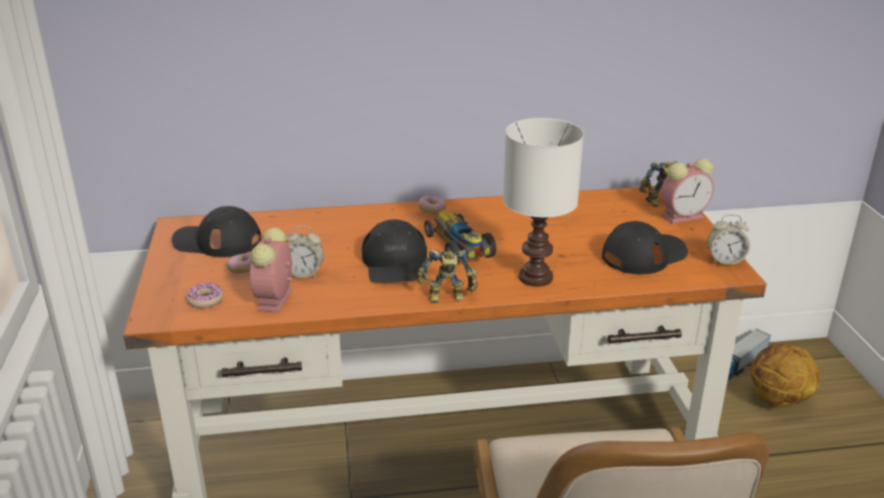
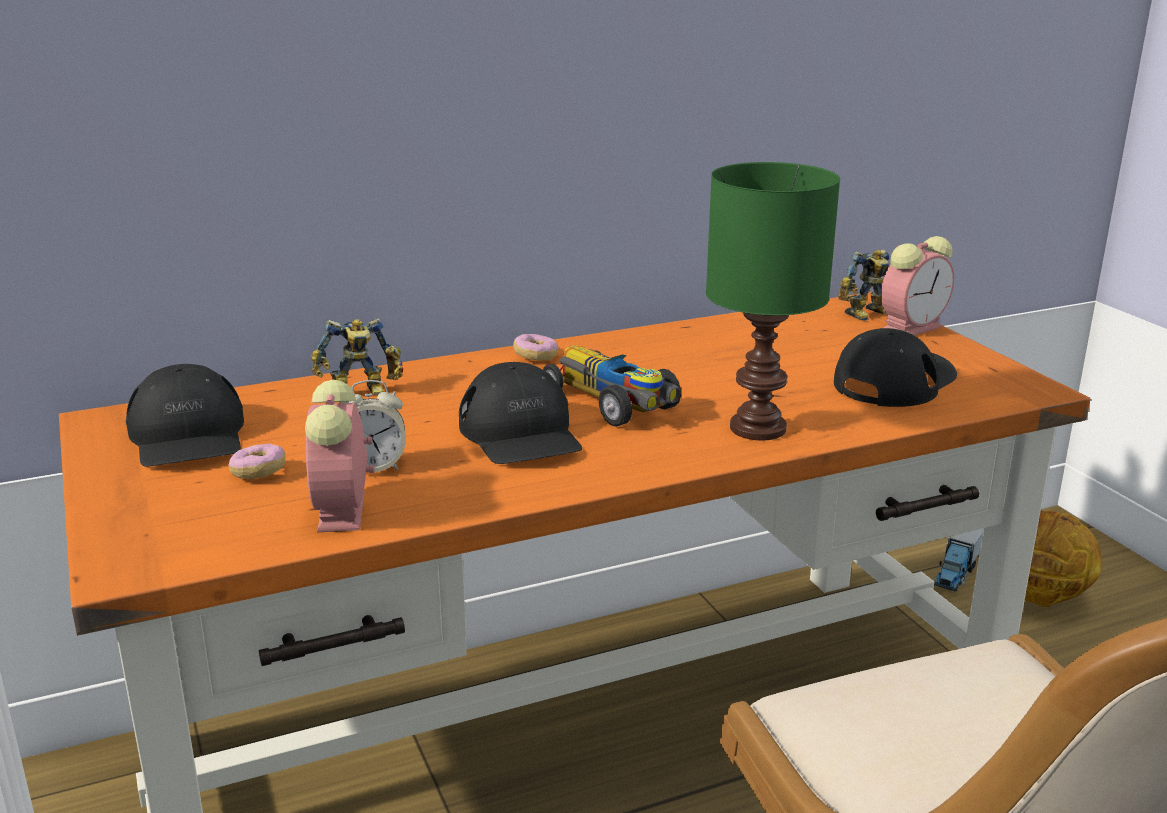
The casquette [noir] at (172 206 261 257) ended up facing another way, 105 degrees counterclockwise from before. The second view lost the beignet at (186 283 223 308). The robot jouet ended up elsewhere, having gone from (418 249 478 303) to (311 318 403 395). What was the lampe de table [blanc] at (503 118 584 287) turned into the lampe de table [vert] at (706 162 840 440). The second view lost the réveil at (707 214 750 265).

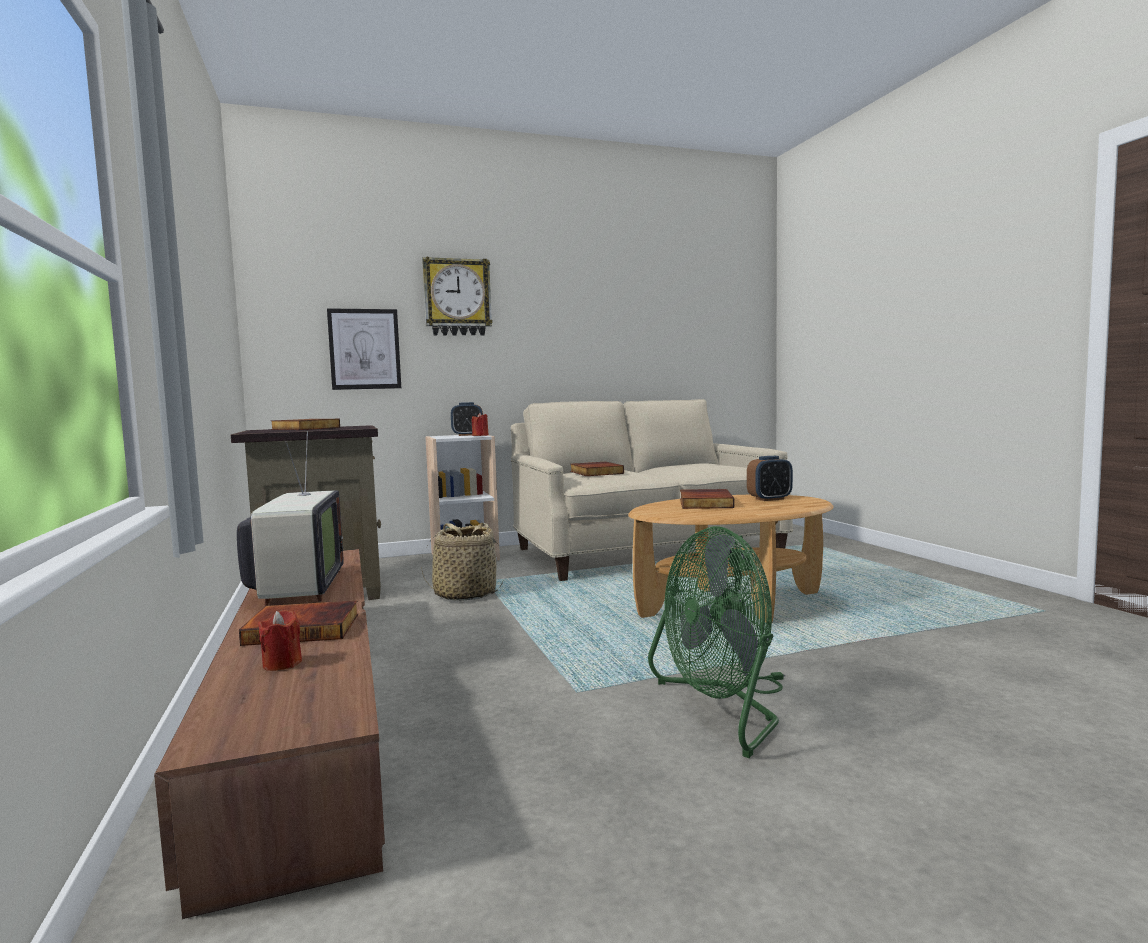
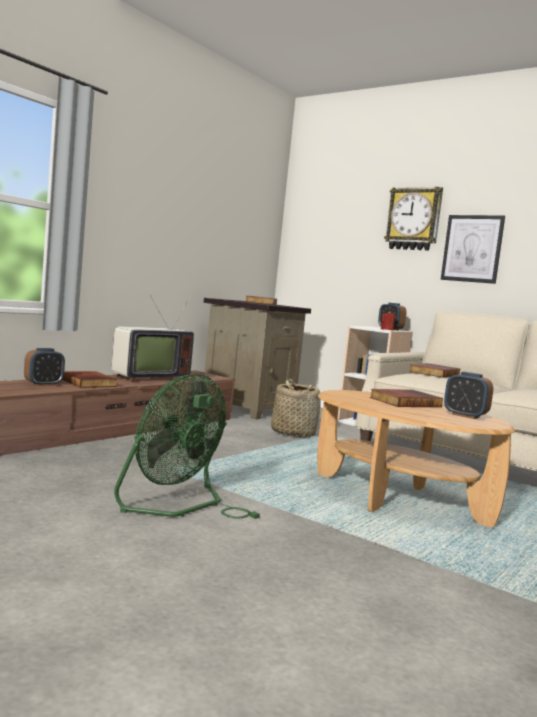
Where the bougie [rouge] stood at (258 610 302 671), the réveil came to stand at (24 348 65 386). The tableau ended up elsewhere, having gone from (327 308 401 390) to (441 215 505 284).

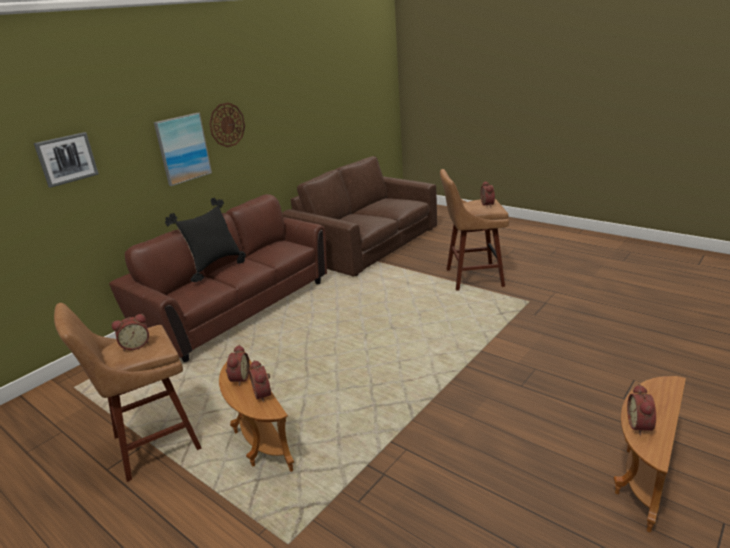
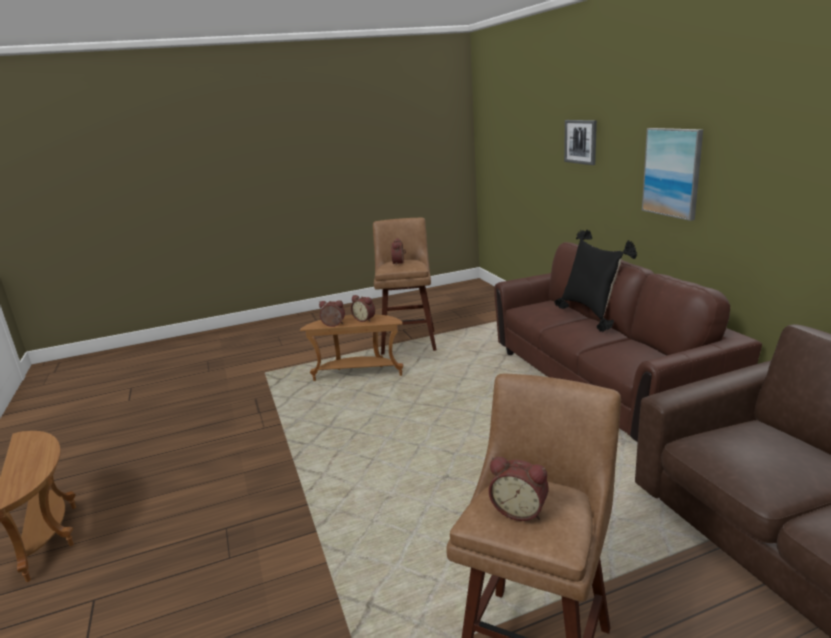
The second view lost the horloge murale at (209 102 245 147). The second view lost the réveil at (627 384 656 436).

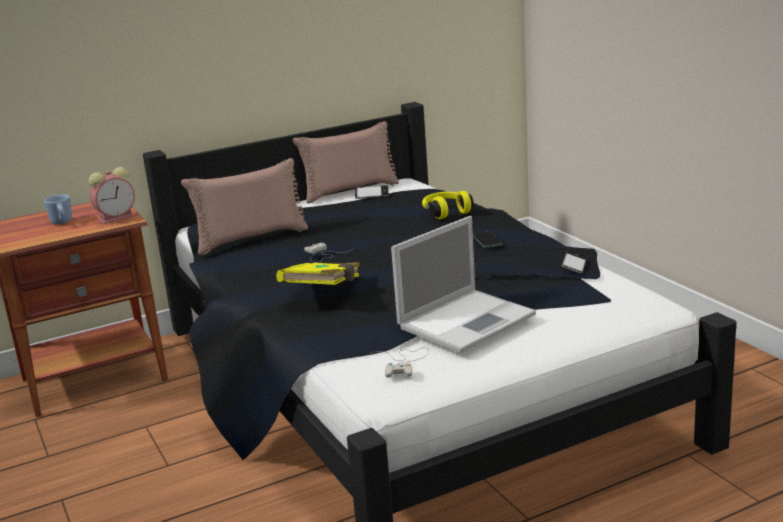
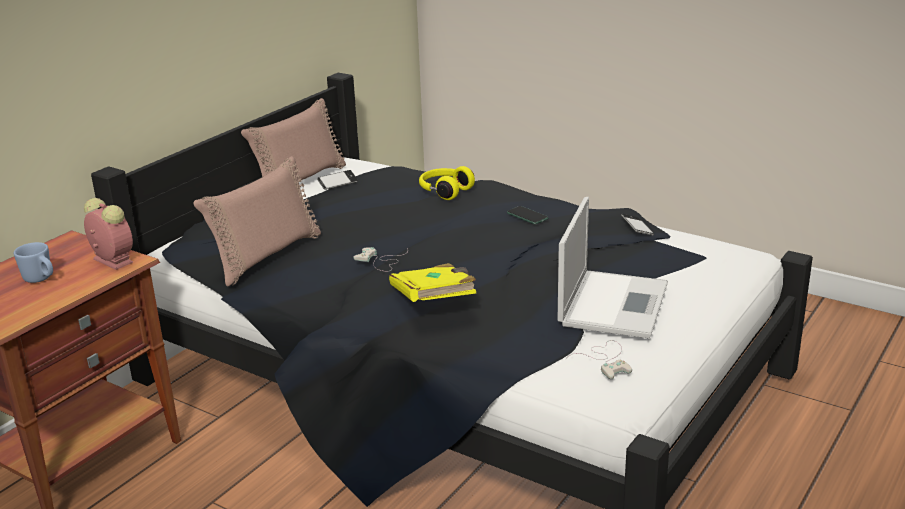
The réveil at (88 167 135 224) ended up facing another way, 75 degrees counterclockwise from before.

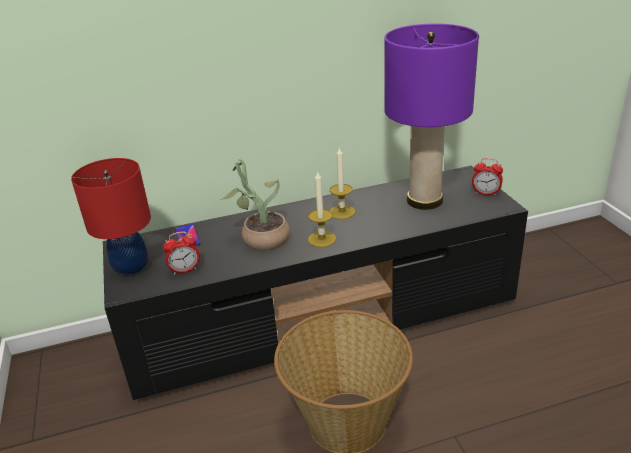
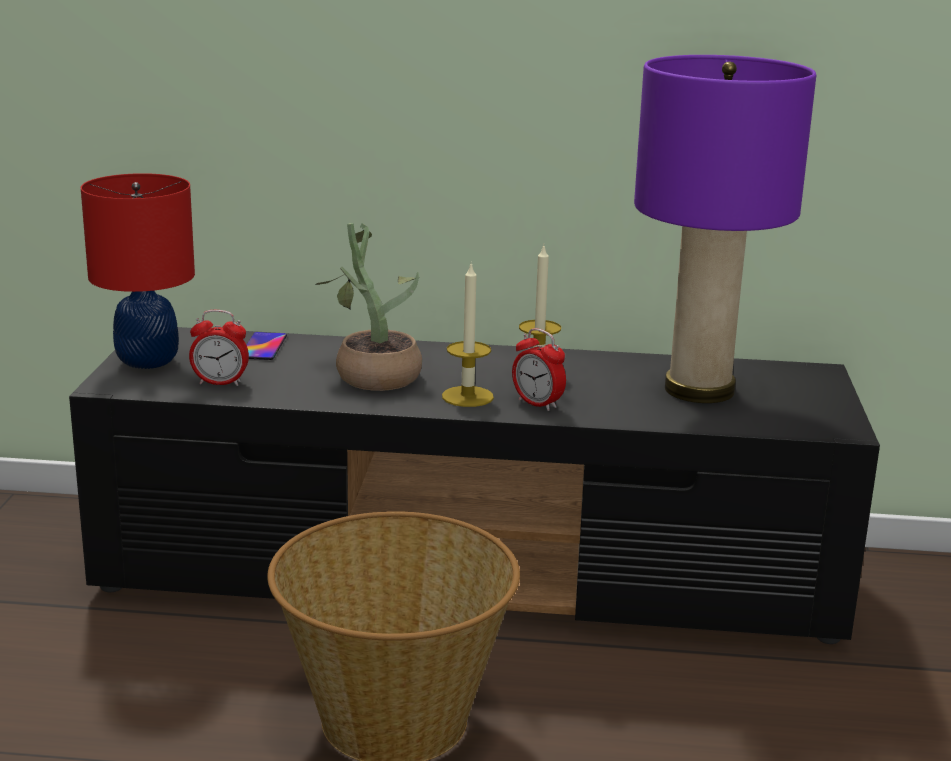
The réveil ended up elsewhere, having gone from (472 158 503 196) to (512 328 566 411).

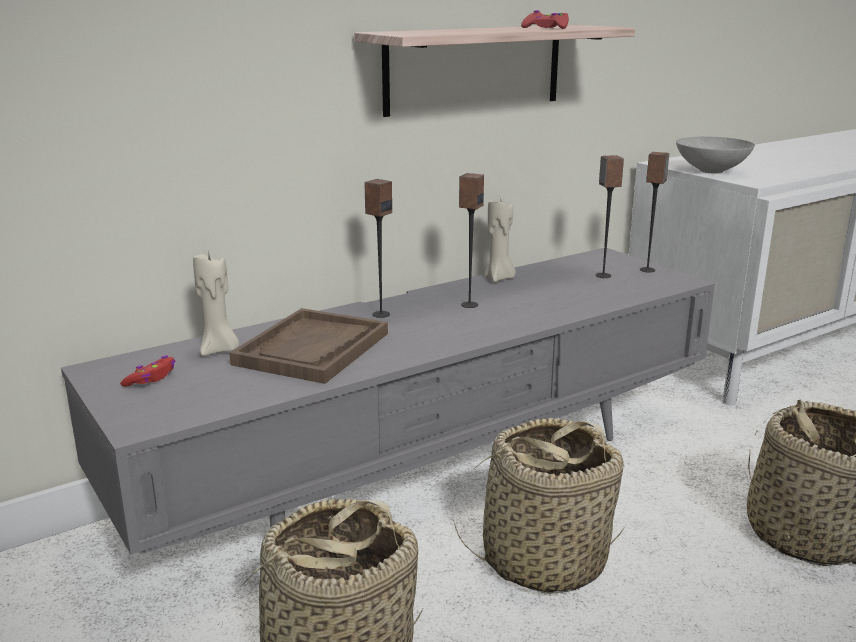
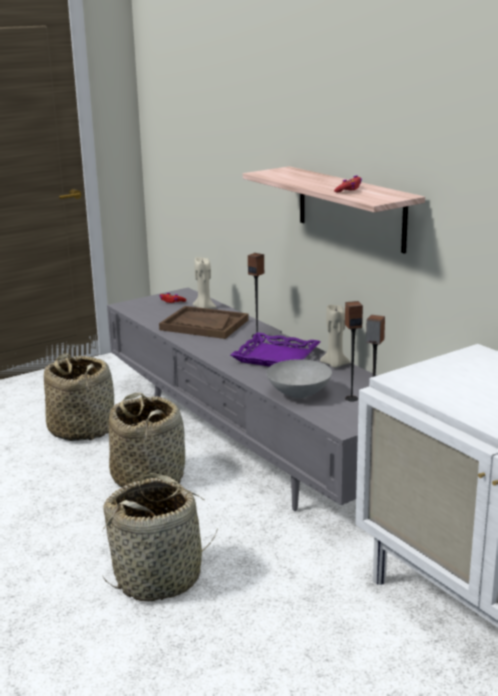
Where the enceinte stood at (459 173 484 308), the plateau [violet] came to stand at (231 332 321 366). The bol [gris] ended up elsewhere, having gone from (676 137 755 173) to (266 359 332 399).

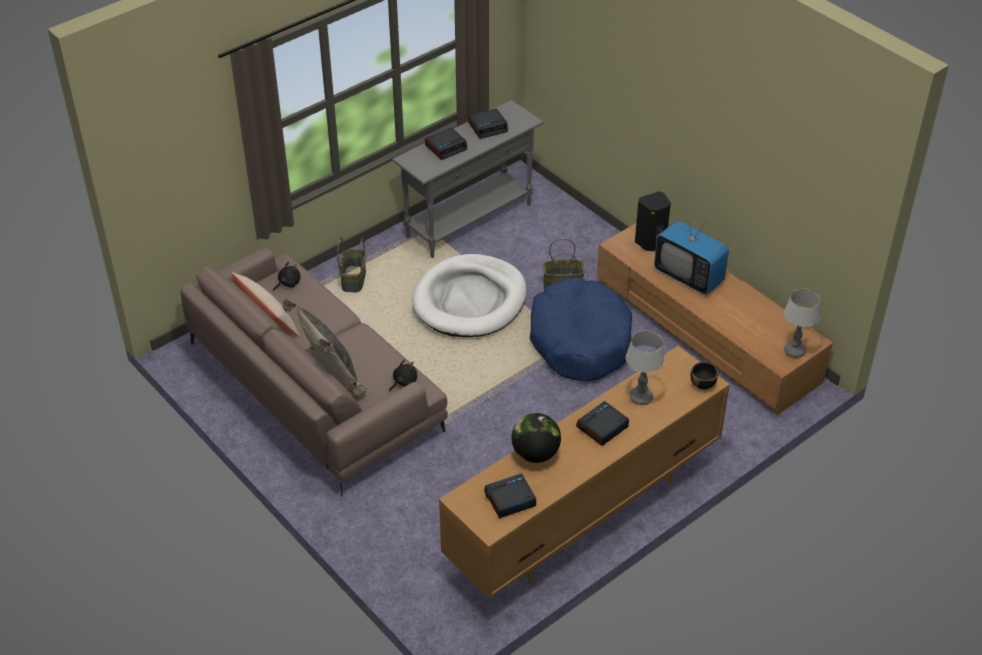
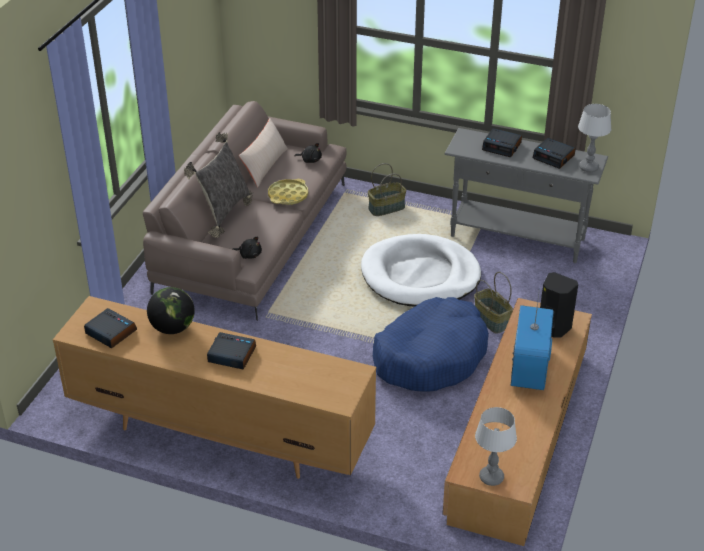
The lampe de table ended up elsewhere, having gone from (626 331 665 405) to (578 104 611 172). The second view lost the bol [noir] at (691 362 718 390). The second view gained the plateau [jaune] at (268 179 308 205).

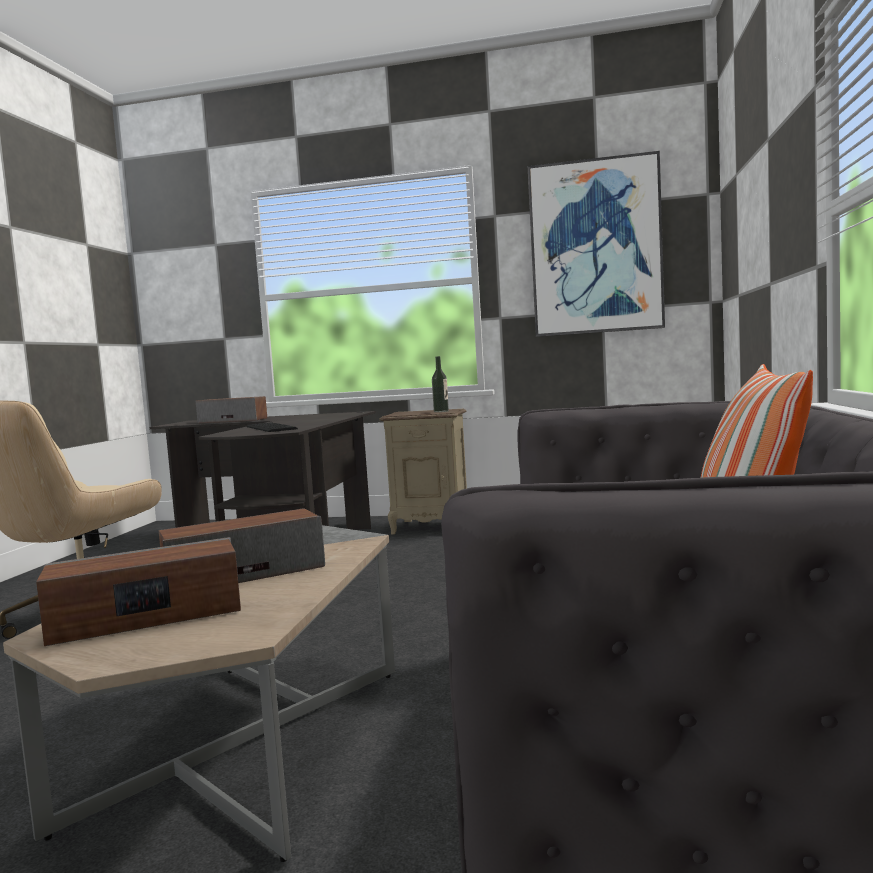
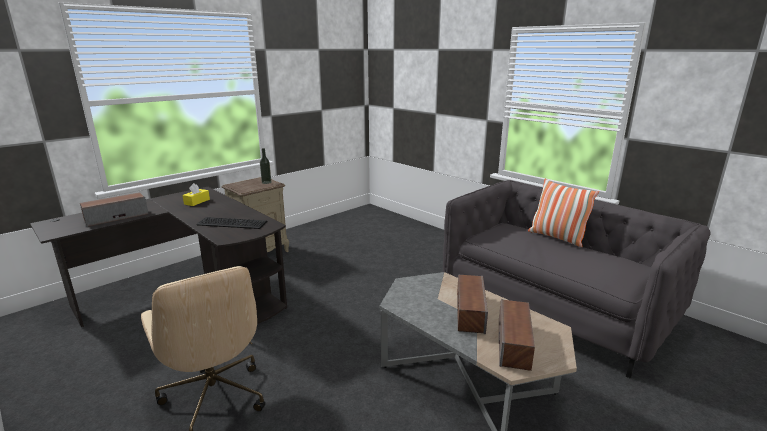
The second view lost the tableau at (528 151 665 337). The second view gained the boîte à mouchoirs [jaune] at (183 183 210 206).

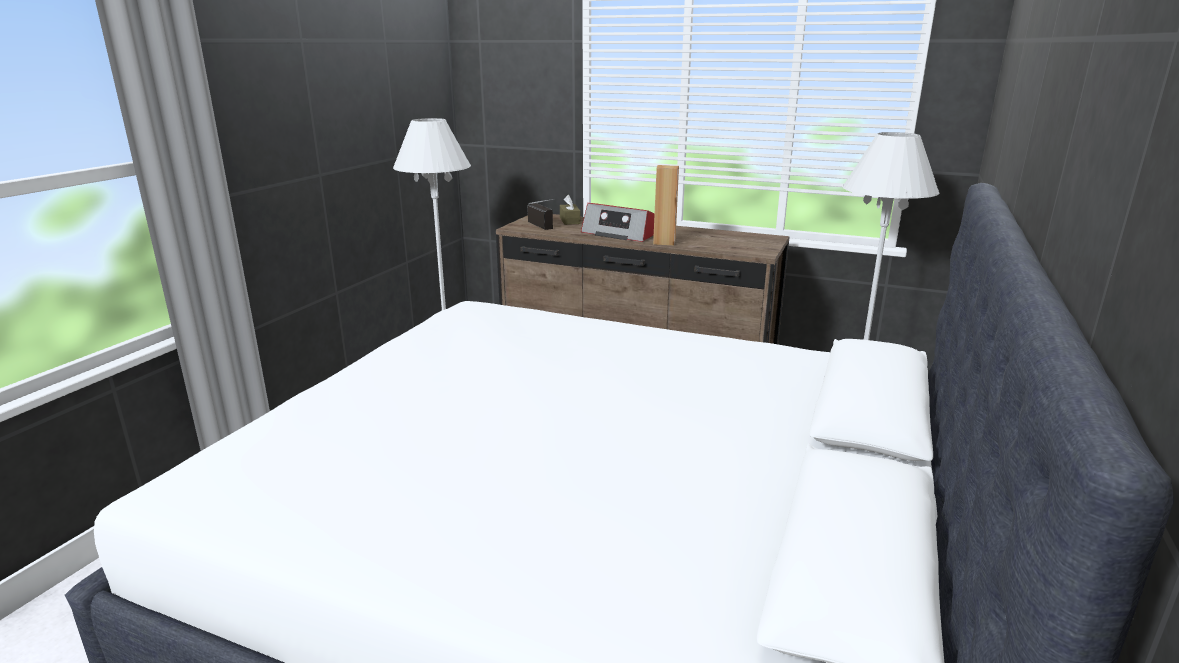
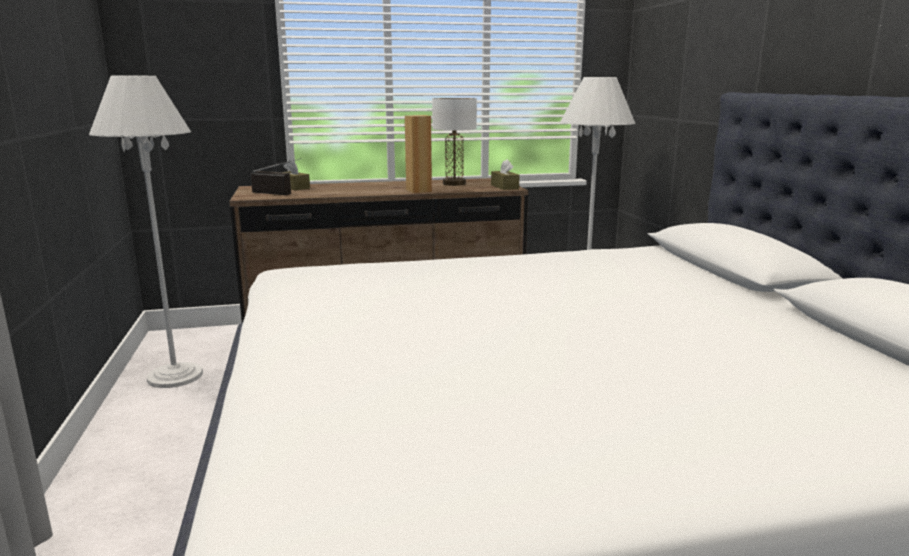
The second view lost the radio at (581 203 655 242). The second view gained the lampe de table at (432 98 477 186). The second view gained the boîte à mouchoirs [marron] at (491 159 520 190).

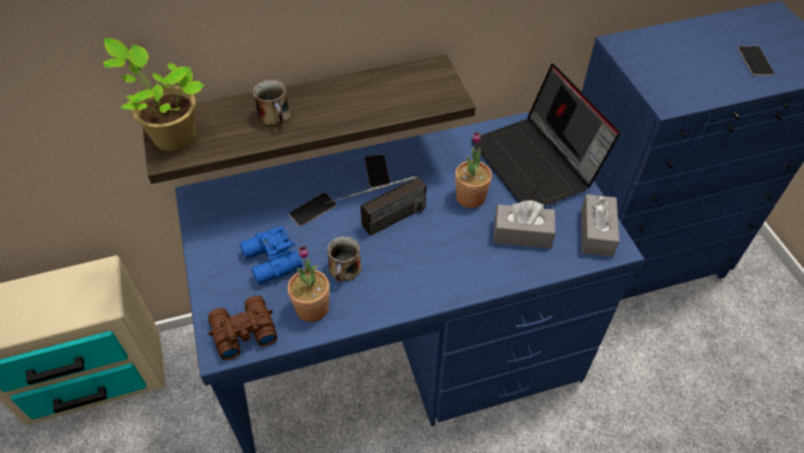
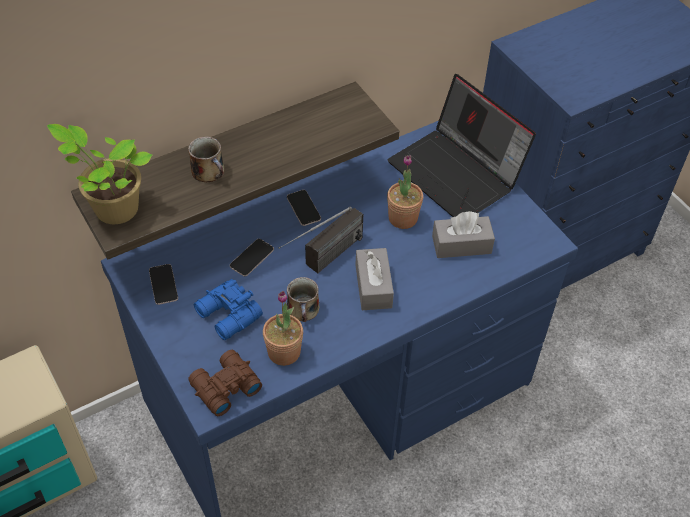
The boîte à mouchoirs [gris] ended up elsewhere, having gone from (581 194 620 257) to (355 248 394 310). The téléphone ended up elsewhere, having gone from (738 46 774 76) to (149 264 178 305).

